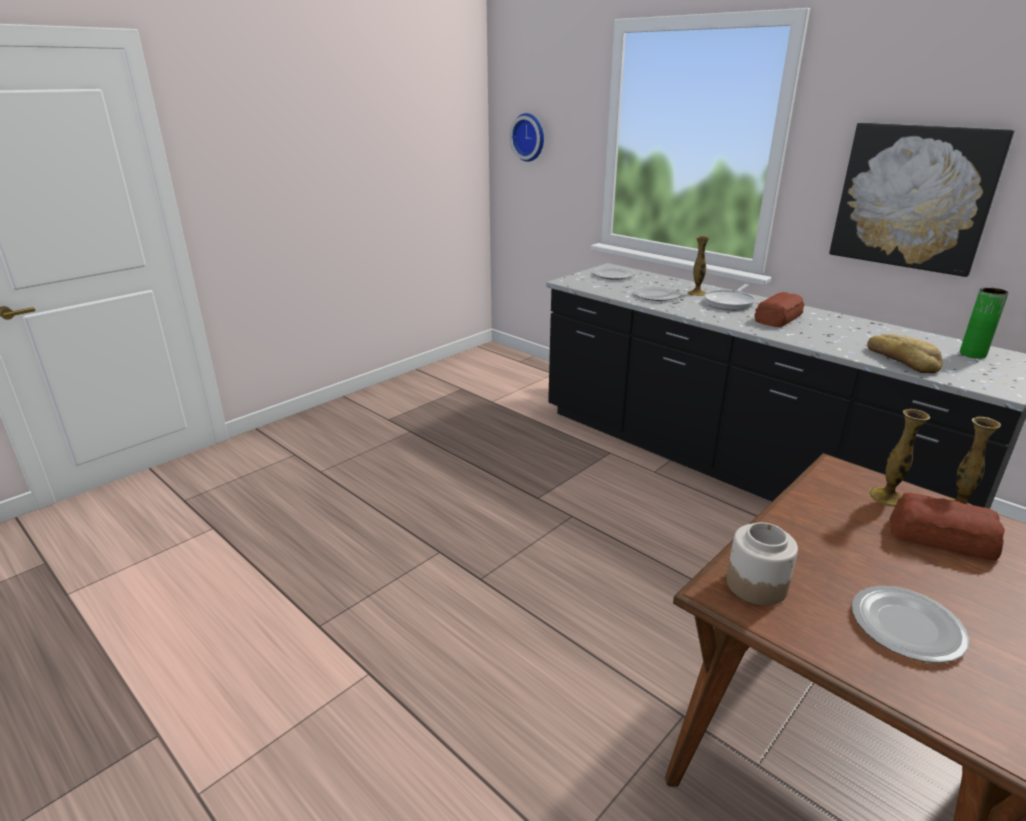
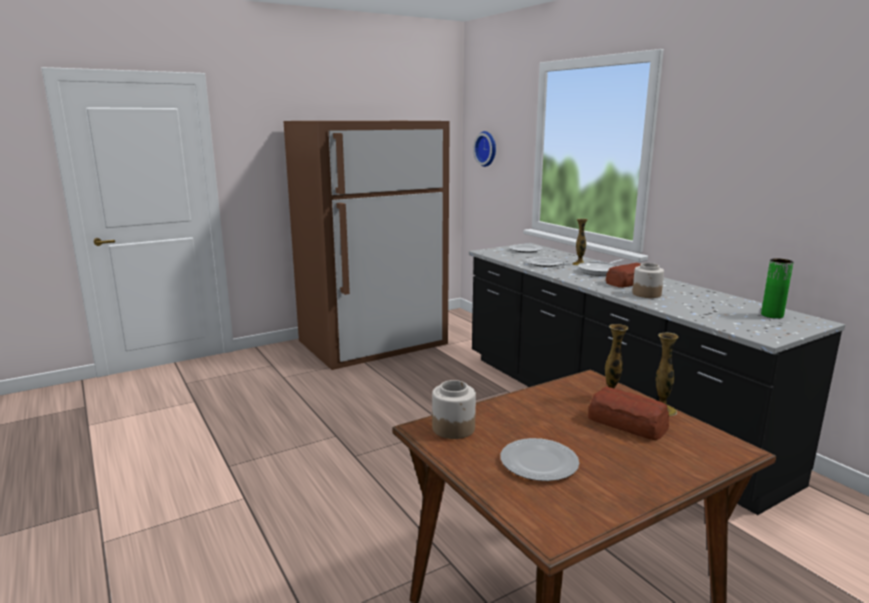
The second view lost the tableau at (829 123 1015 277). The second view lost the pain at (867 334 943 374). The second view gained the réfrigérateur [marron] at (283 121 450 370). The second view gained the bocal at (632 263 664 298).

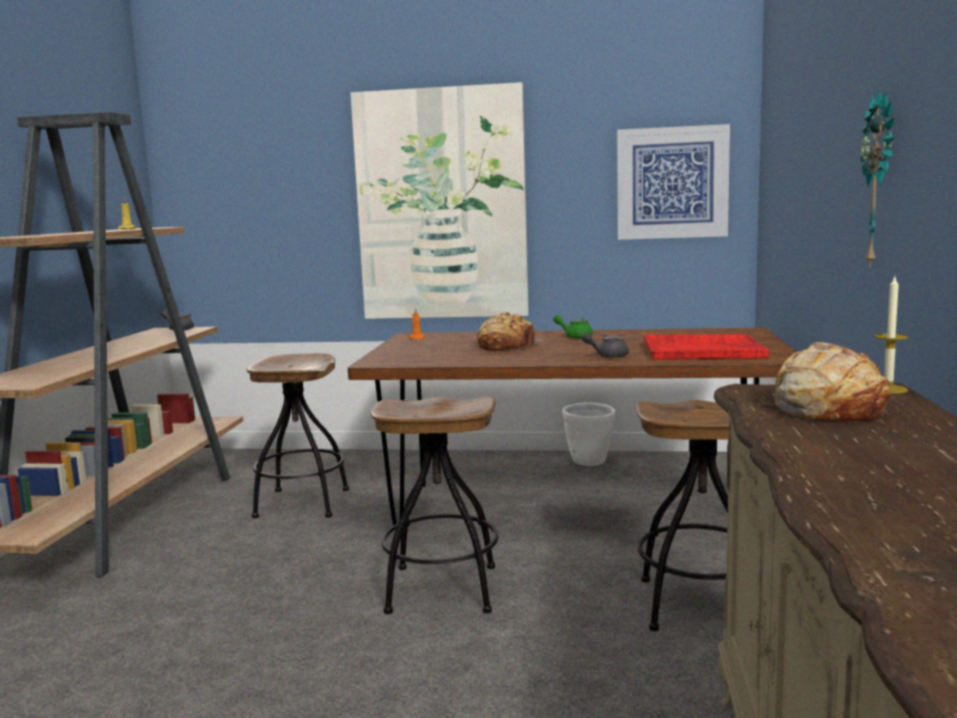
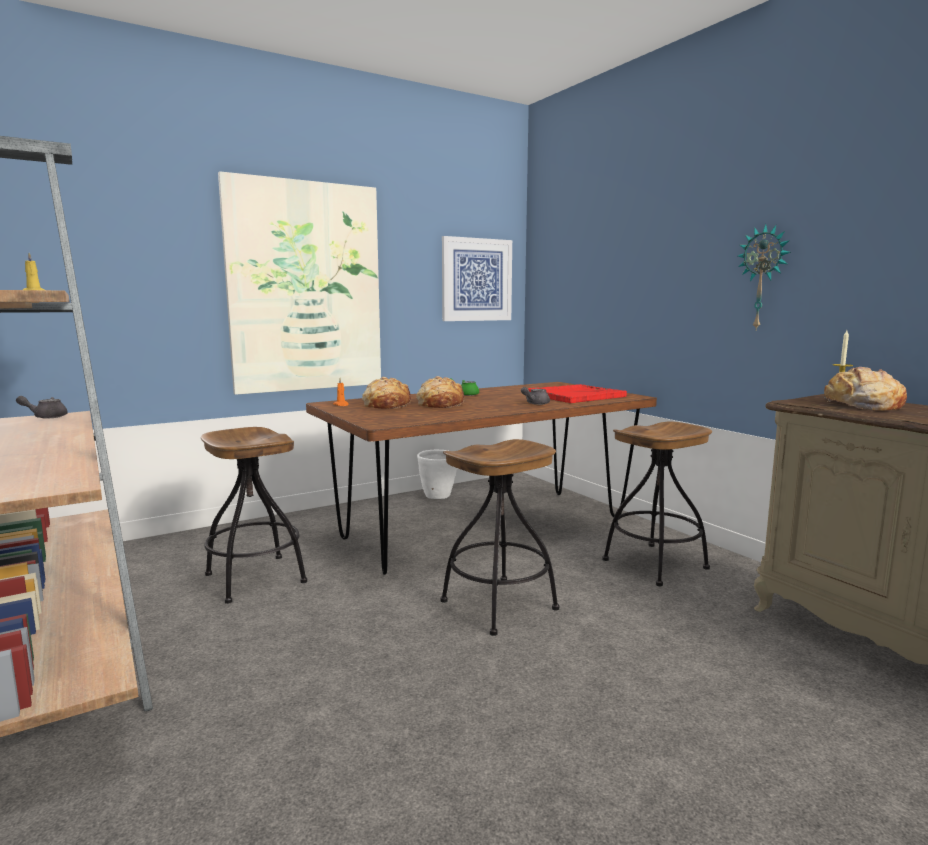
The second view gained the pain at (362 377 411 409).

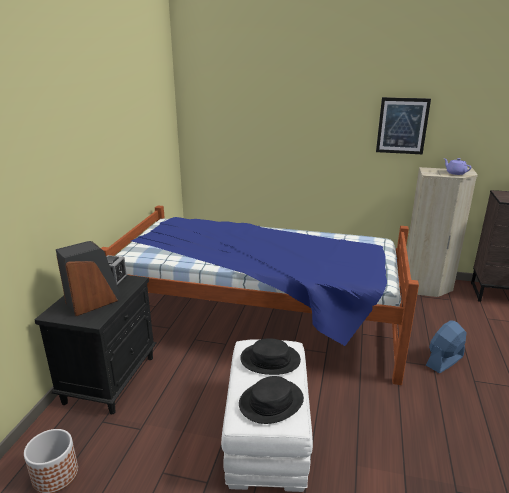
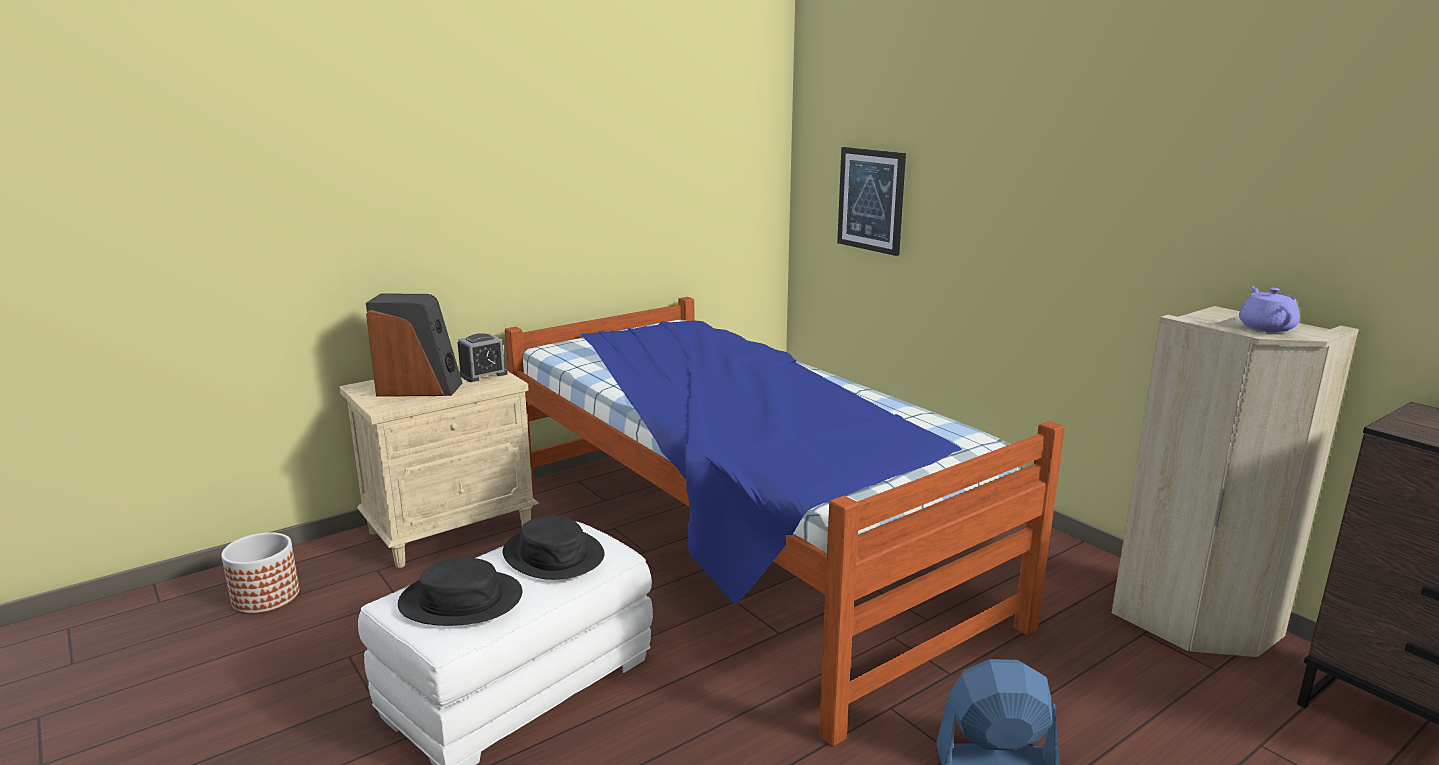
What was the table de chevet [noir] at (35 275 157 414) turned into the table de chevet [beige] at (340 363 539 568). The tableau ended up elsewhere, having gone from (376 97 431 154) to (837 147 906 256).

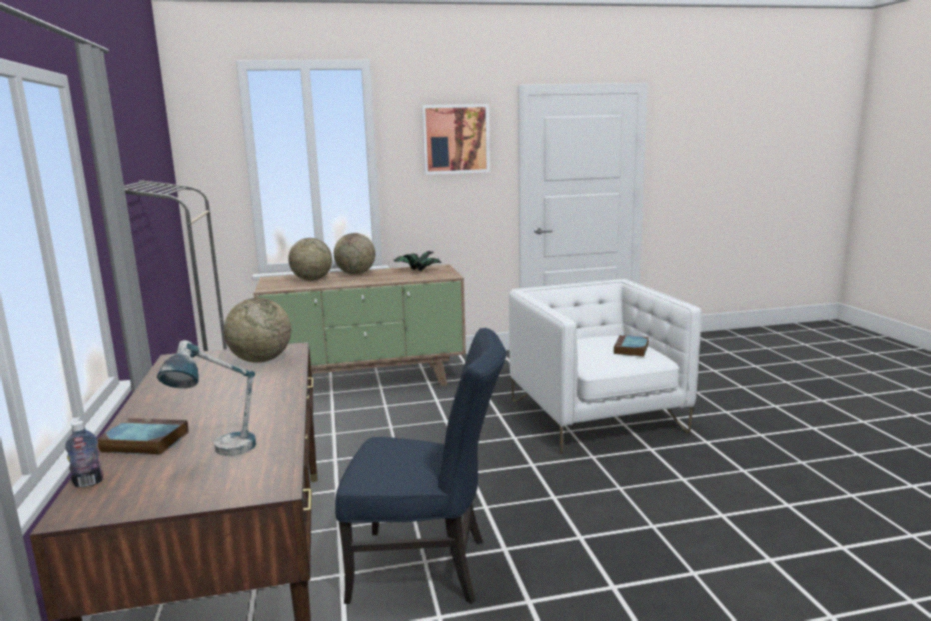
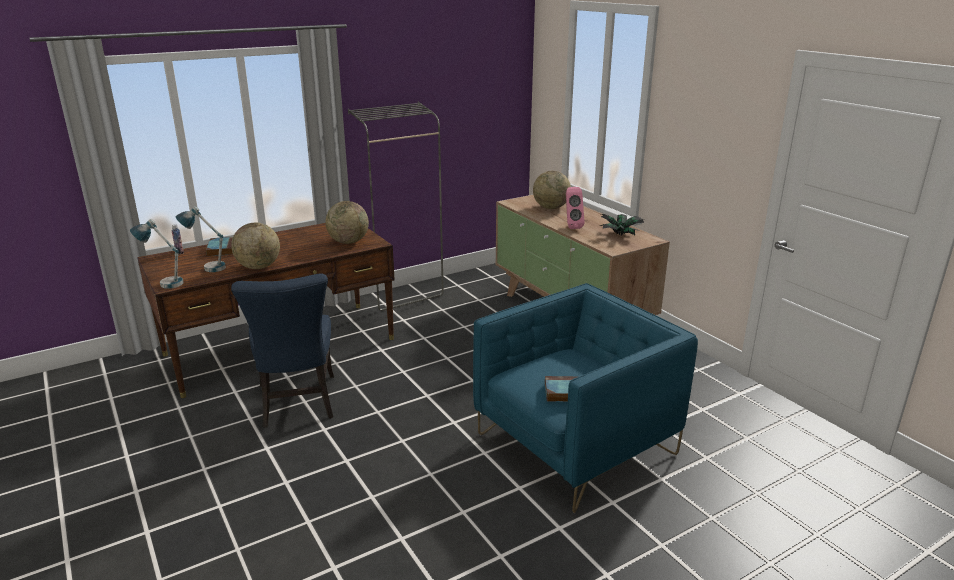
The globe ended up elsewhere, having gone from (334 233 375 275) to (231 223 280 269). The second view lost the tableau at (422 104 490 175). What was the fauteuil [blanc] at (509 279 702 455) turned into the fauteuil [bleu] at (473 283 698 513). The second view gained the lampe de table at (130 219 183 289). The second view gained the enceinte [rose] at (566 187 585 229).

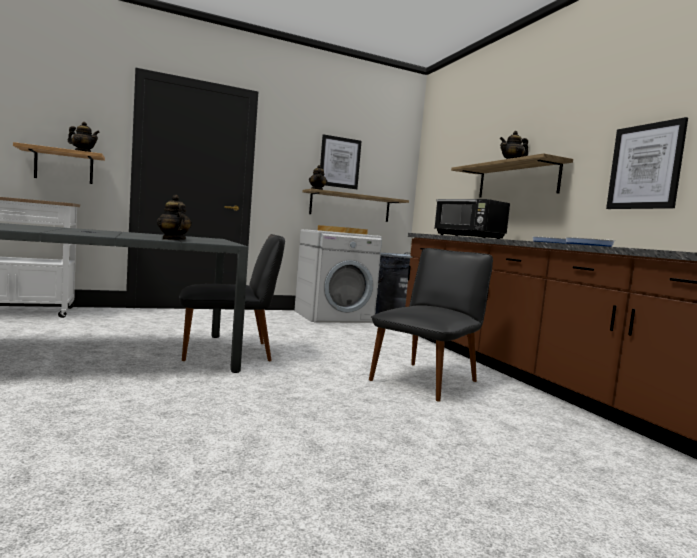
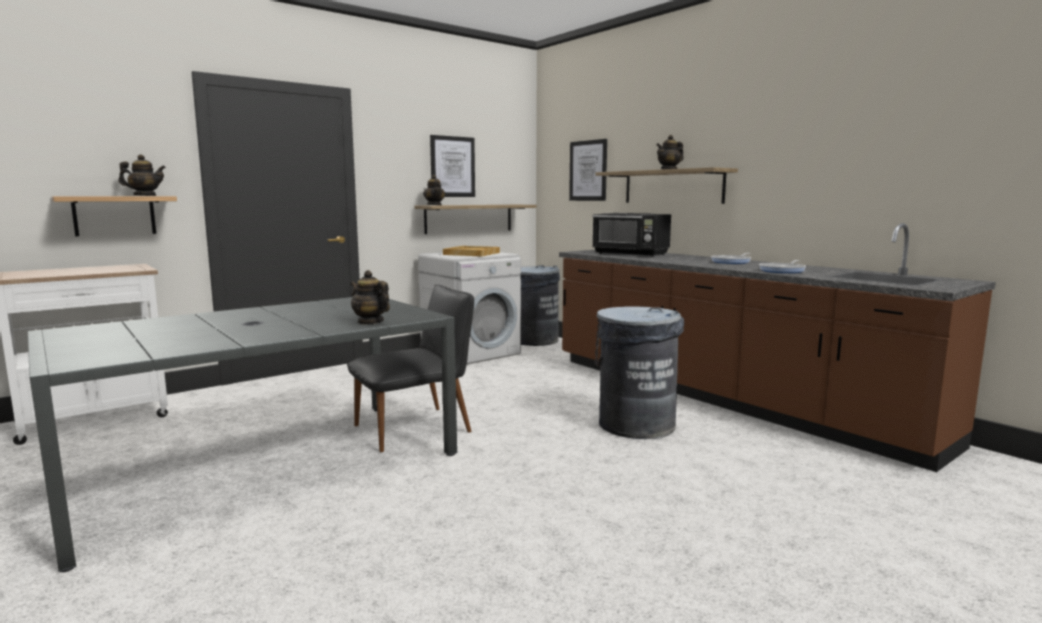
Where the chaise [noir] stood at (369 248 493 401), the poubelle [gris] came to stand at (595 306 684 439). The tableau ended up elsewhere, having gone from (606 117 688 209) to (569 139 607 201).

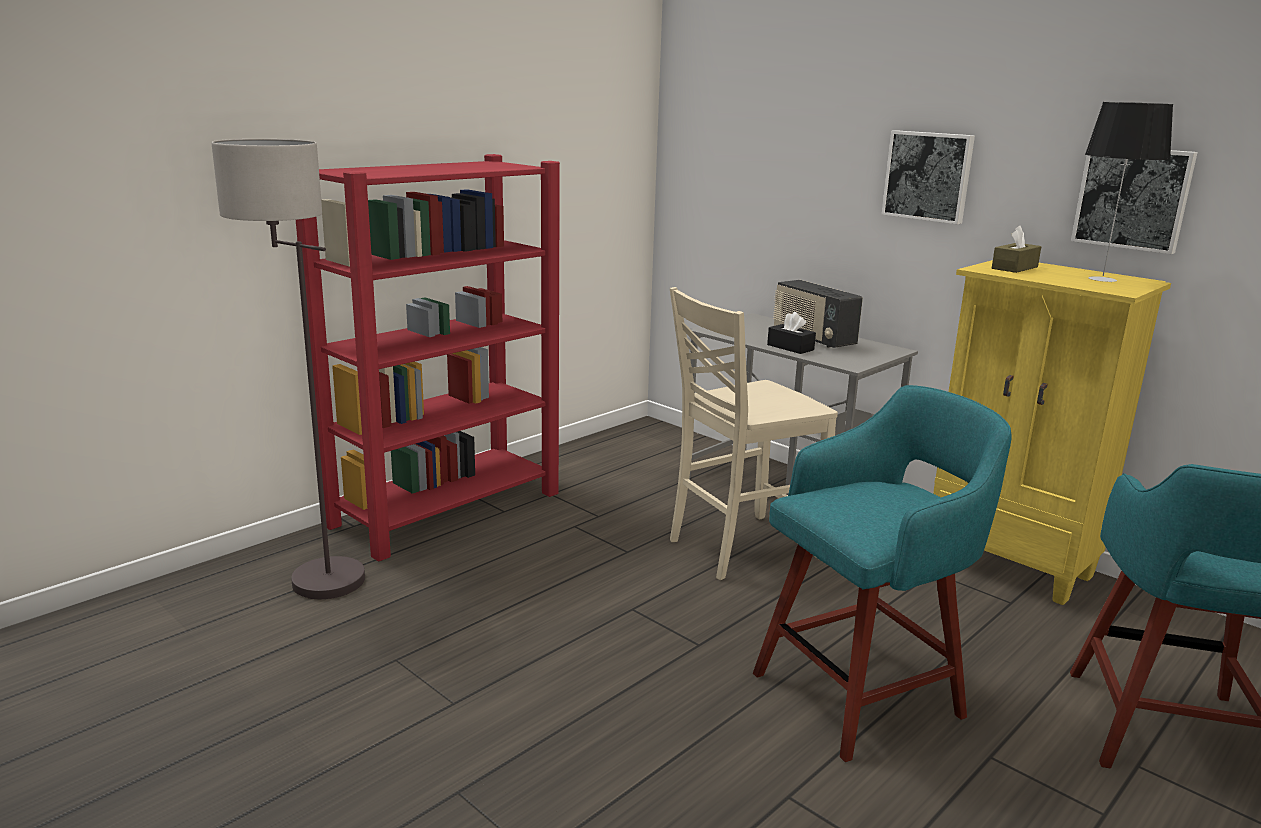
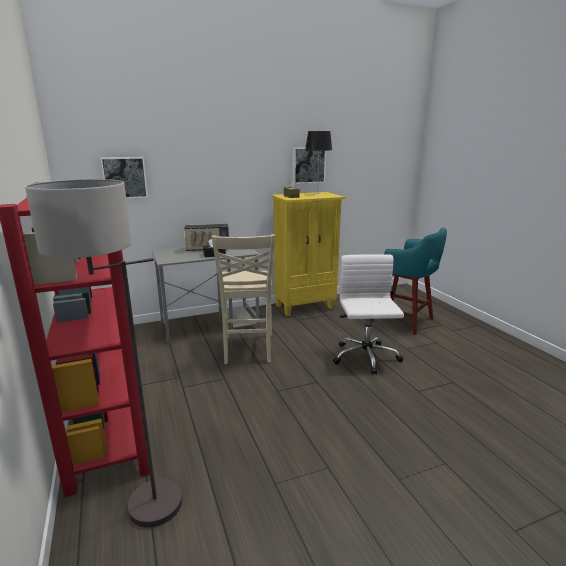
Where the tabouret [turquoise] stood at (753 385 1011 762), the chaise de bureau [blanc] came to stand at (333 254 404 374). The tableau ended up elsewhere, having gone from (881 130 975 224) to (100 157 148 199).

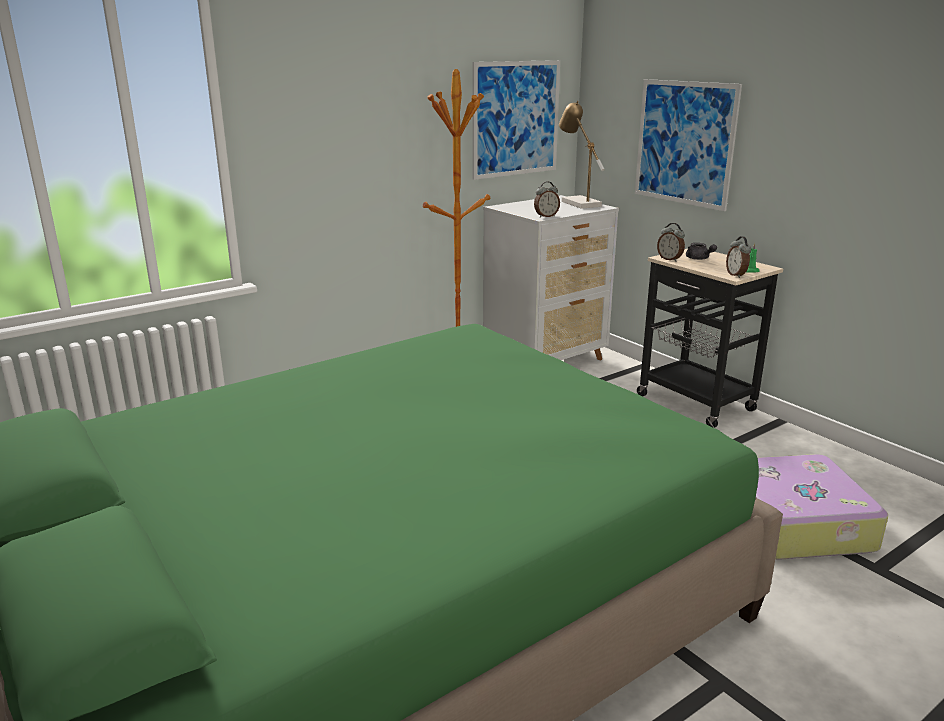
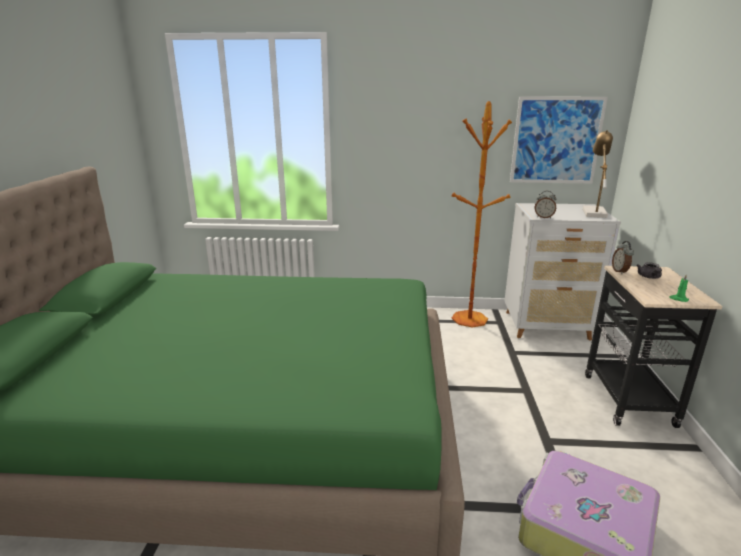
The second view lost the tableau at (635 79 742 211). The second view lost the réveil at (726 236 751 278).

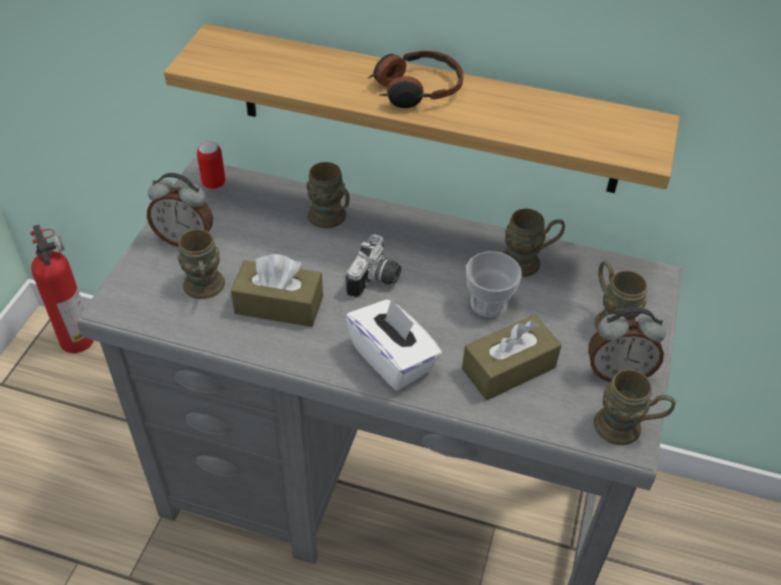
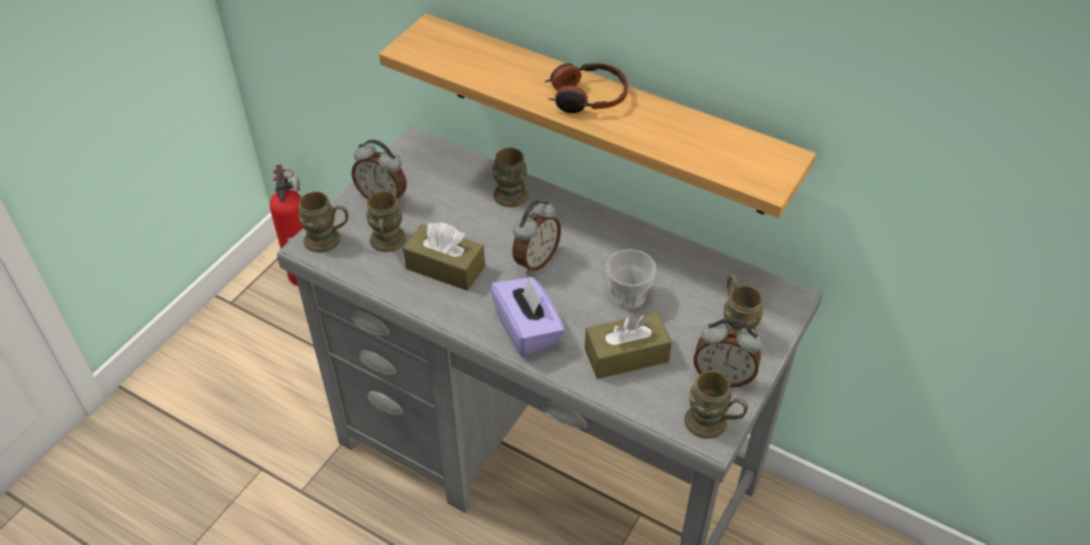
The second view lost the boîte métallique at (197 142 226 189). What was the boîte à mouchoirs [blanc] at (345 298 442 391) turned into the boîte à mouchoirs [violet] at (490 276 565 357). Where the appareil photo stood at (346 234 401 298), the réveil came to stand at (513 200 561 274). The mug [marron] ended up elsewhere, having gone from (504 209 565 277) to (298 192 348 253).

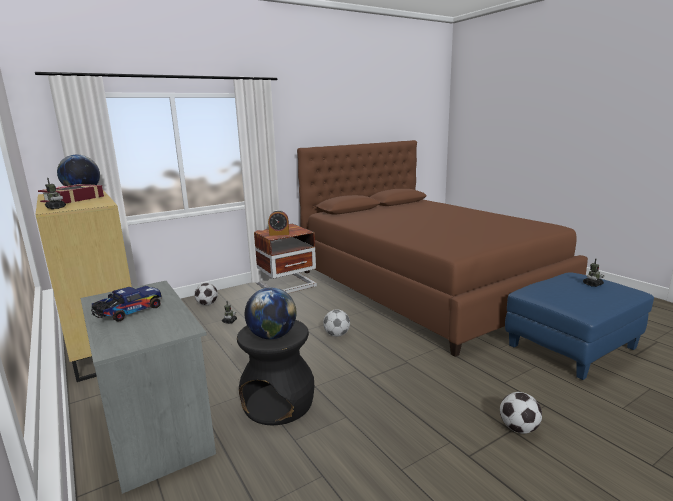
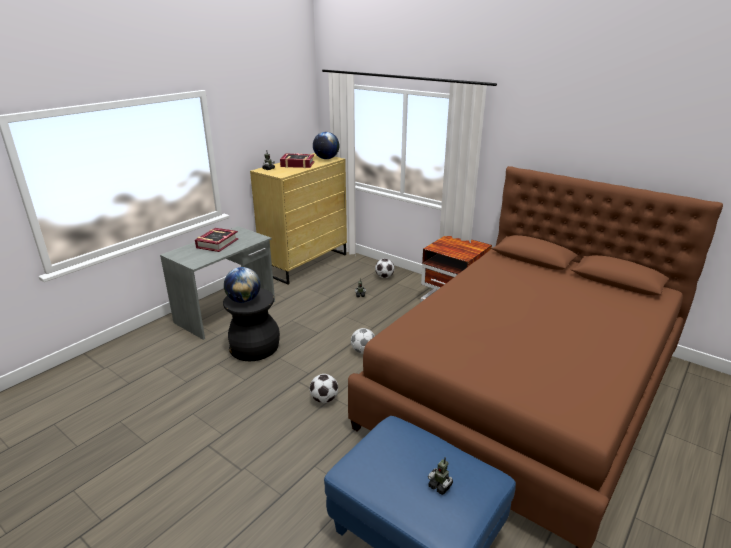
Where the camion jouet stood at (91 286 162 322), the livre came to stand at (195 228 238 252). The second view lost the réveil at (268 210 289 236). The ballon de foot ended up elsewhere, having gone from (500 392 542 434) to (310 374 338 403).

